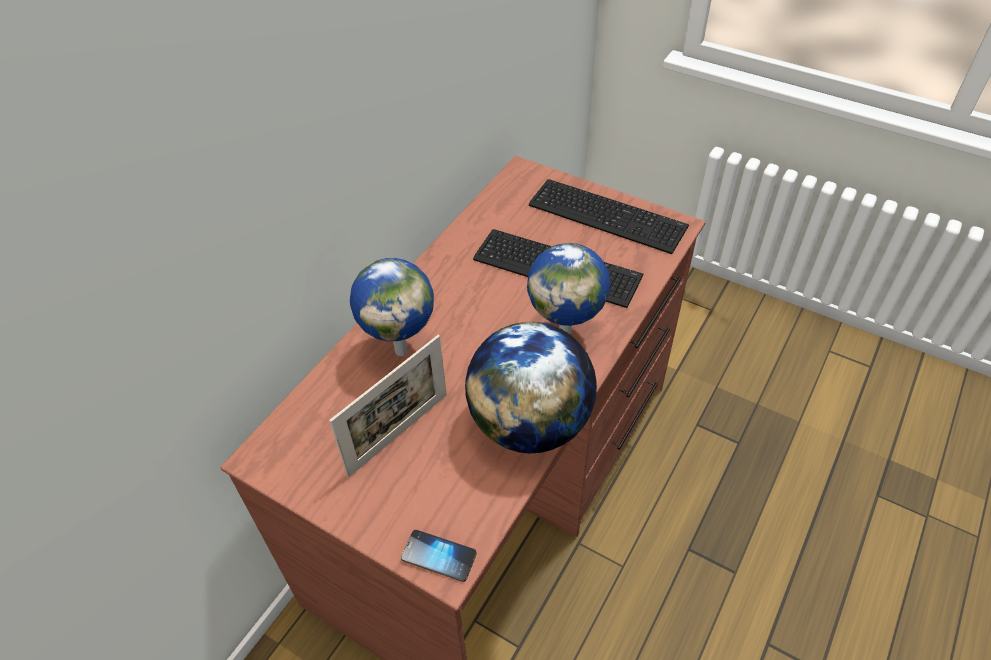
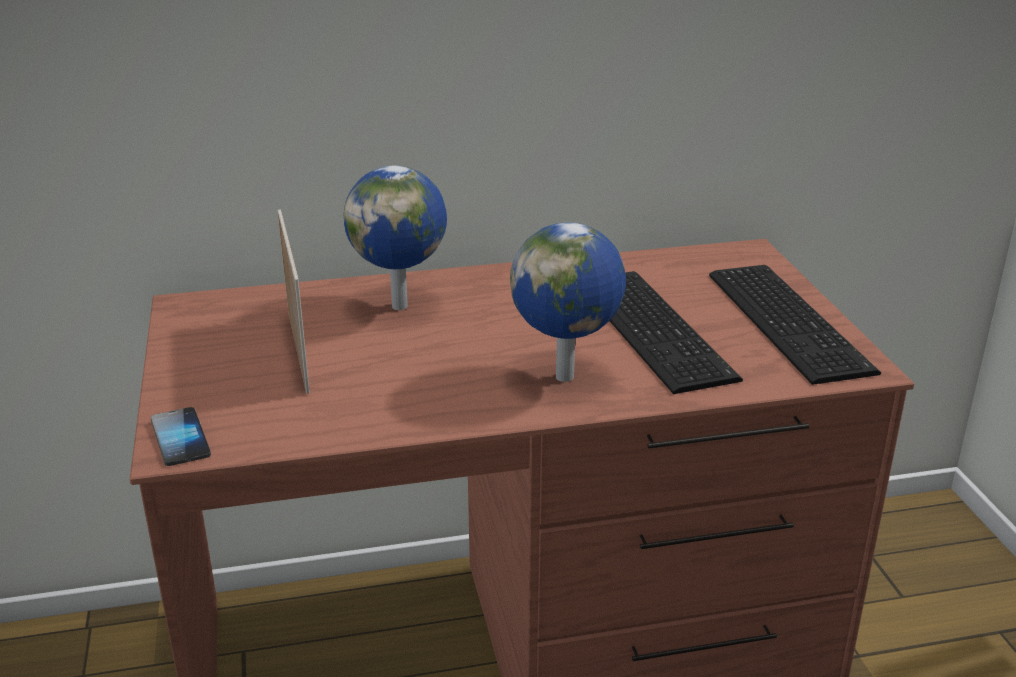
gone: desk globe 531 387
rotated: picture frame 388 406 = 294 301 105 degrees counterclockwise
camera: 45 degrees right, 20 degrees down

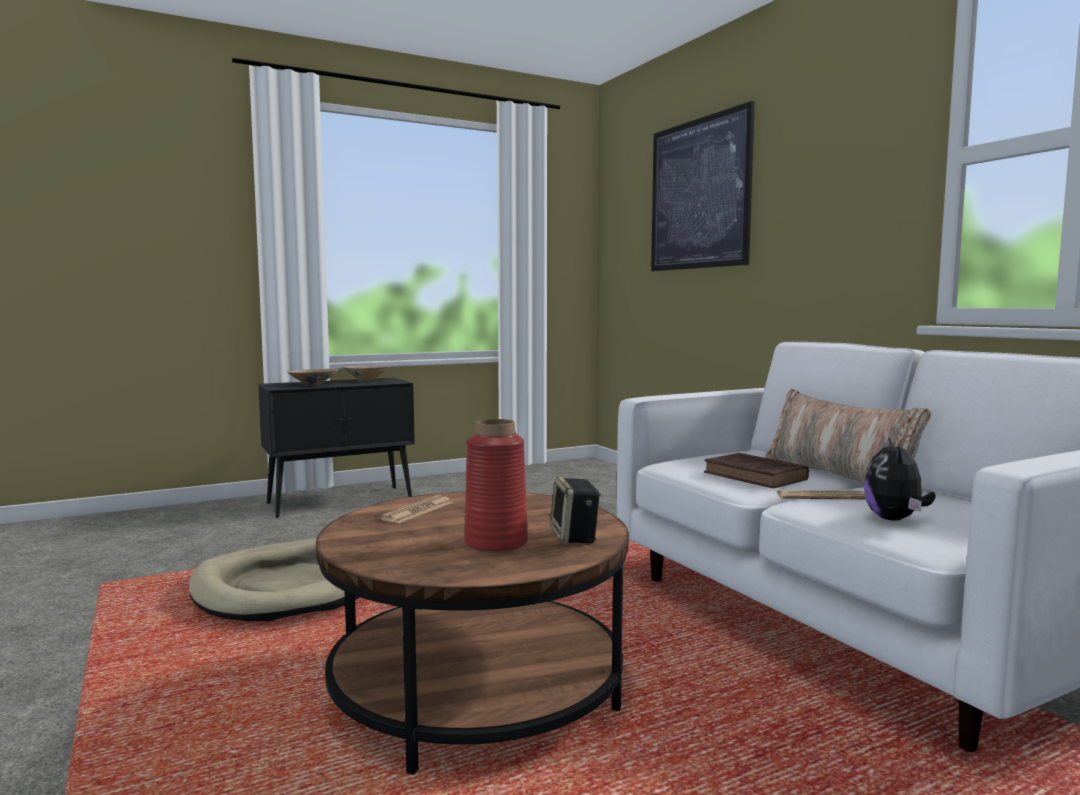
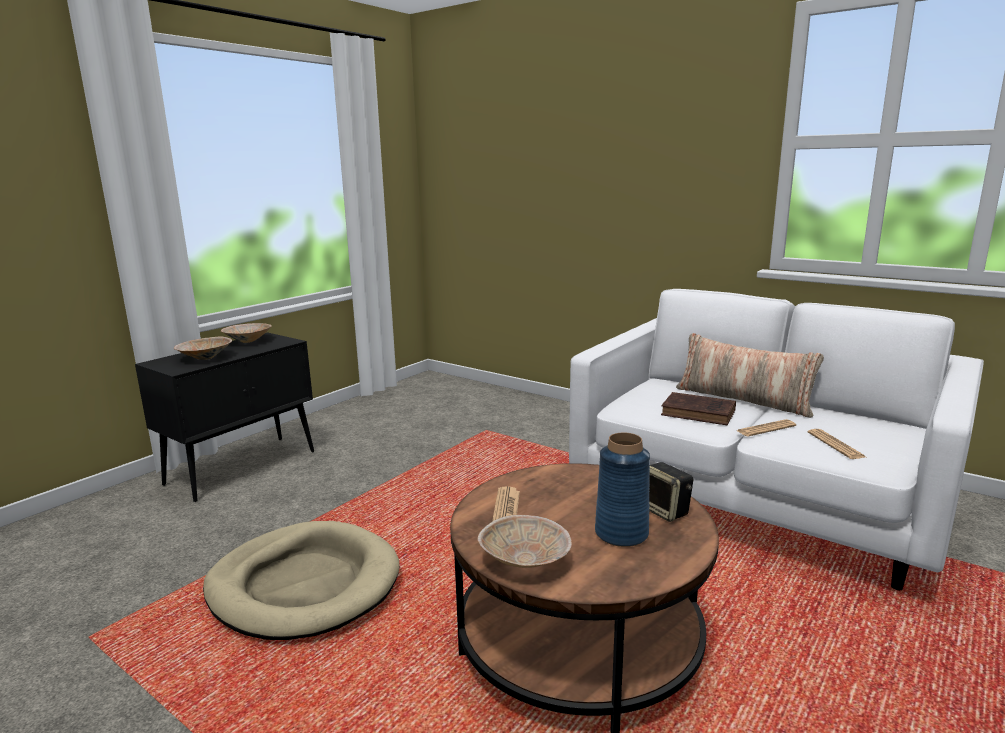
gone: wall art 703 186
new: sand-coloured deep dish 525 541
swapped: soft toy 900 478 to newspaper 837 444
repainted: reddish vase 496 486 to blue vase 622 490
camera: 25 degrees left, 10 degrees up

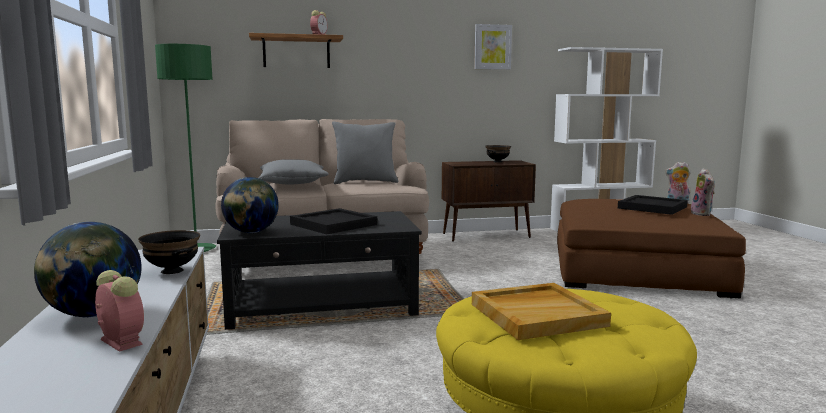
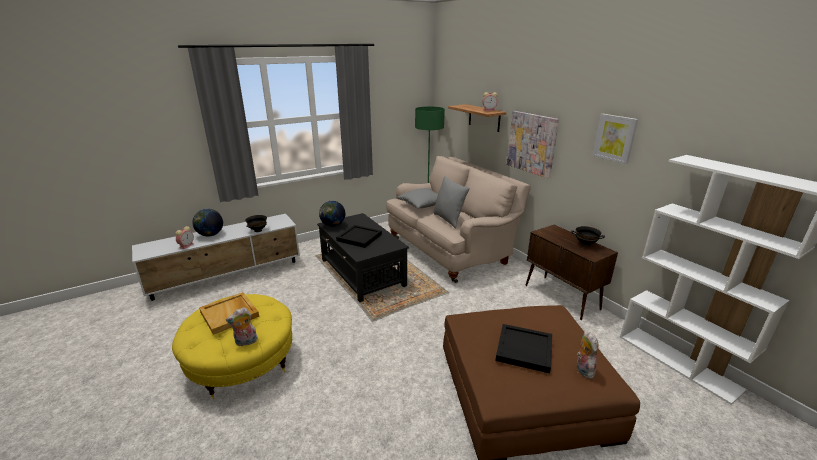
new: wall art 533 144
shifted: soft toy 703 192 to 242 326
camera: 70 degrees right, 15 degrees up

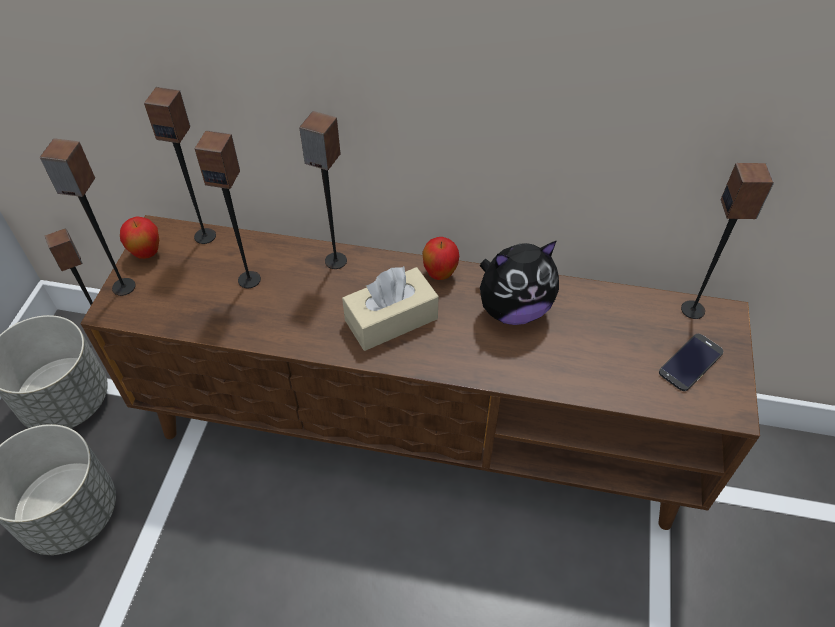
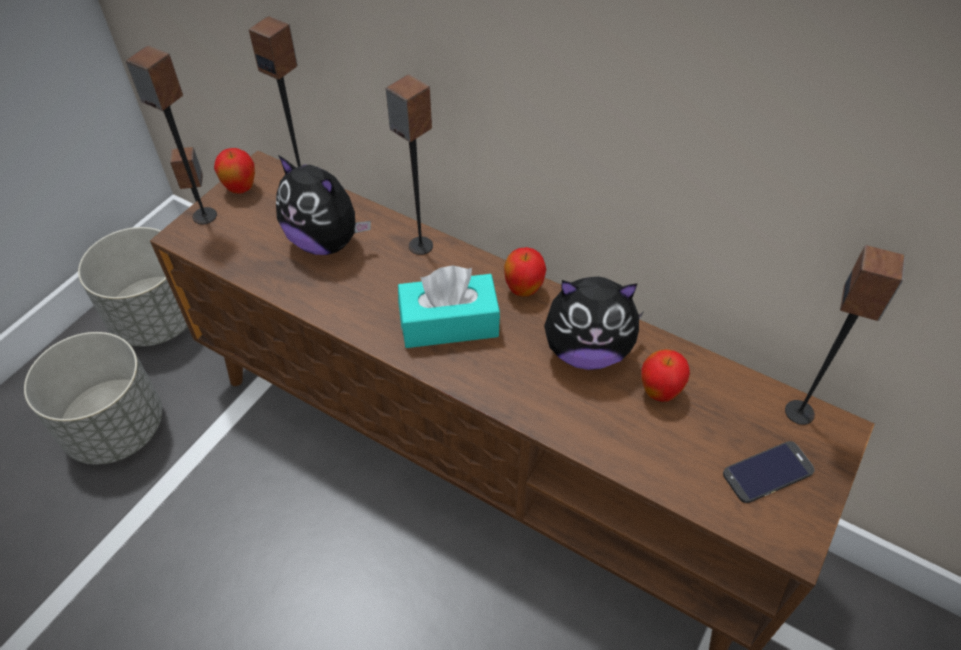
new: apple fruit 665 375
swapped: audio speaker 228 209 to soft toy 323 205
repainted: sand-coloured tissue box 390 308 to turquoise-coloured tissue box 449 307
camera: 20 degrees right, 0 degrees up

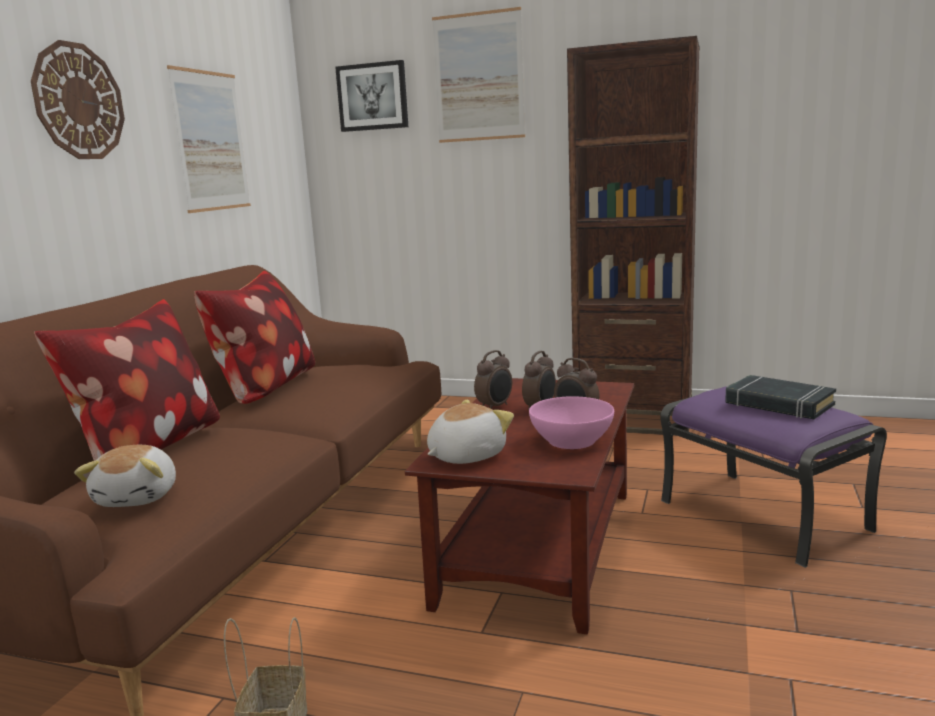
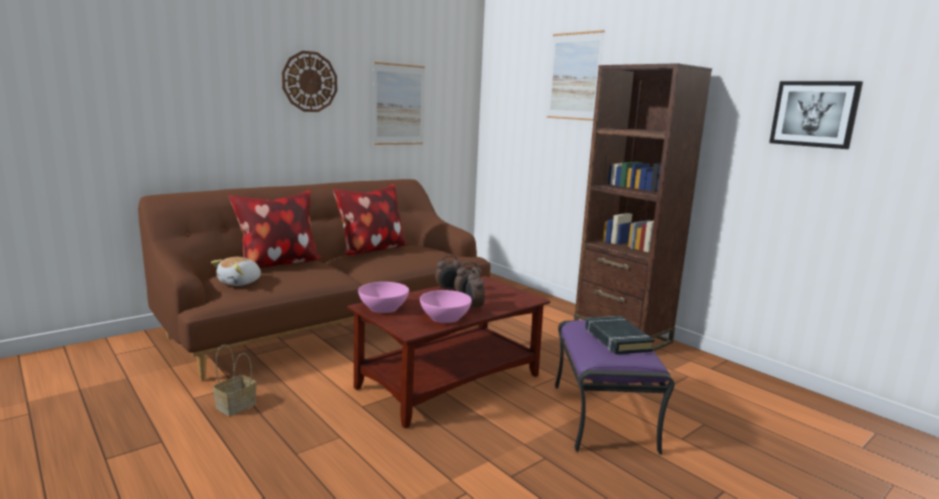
shifted: wall art 371 96 to 816 115
swapped: soft toy 470 432 to pinkish deep dish 383 297
camera: 30 degrees right, 0 degrees up

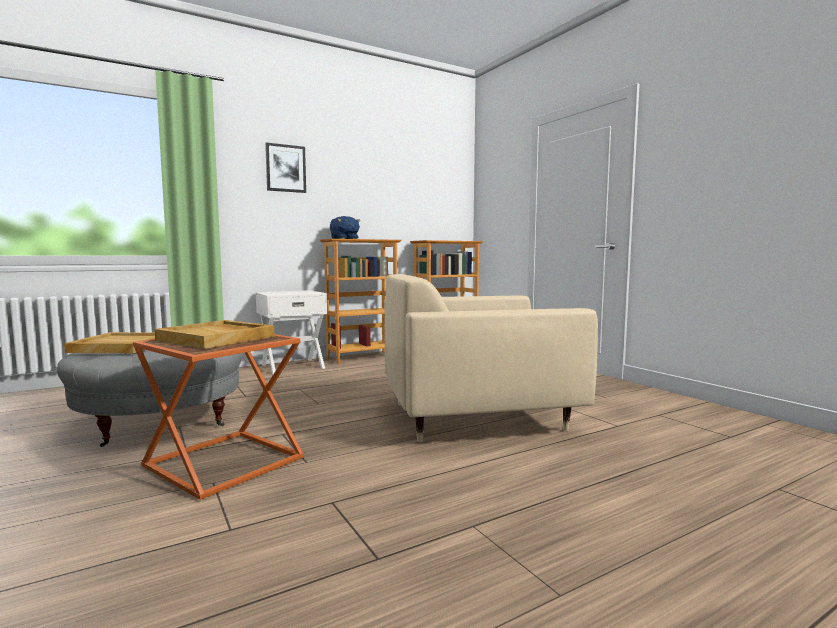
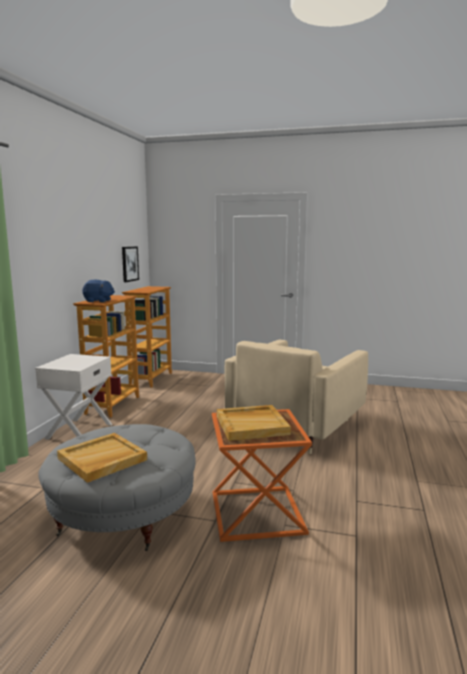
shifted: wall art 285 167 to 130 264
camera: 45 degrees left, 5 degrees up

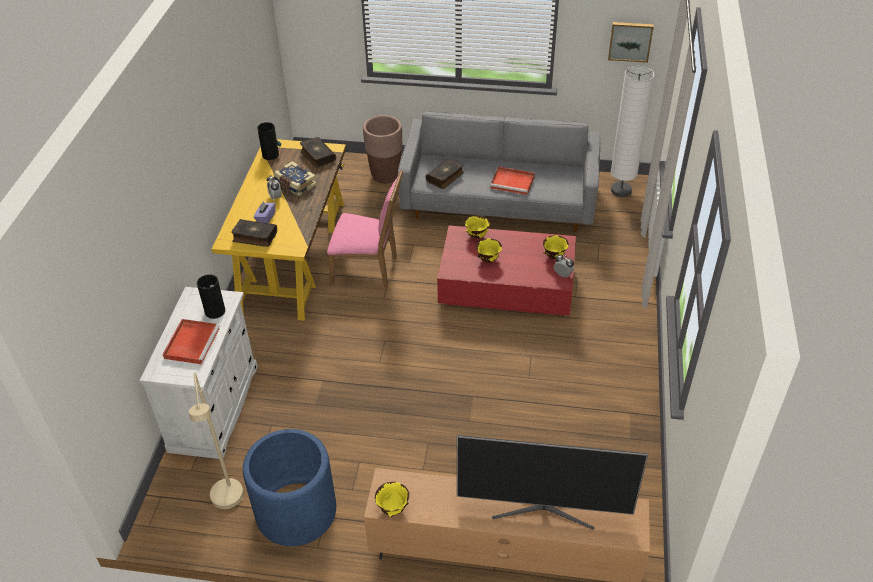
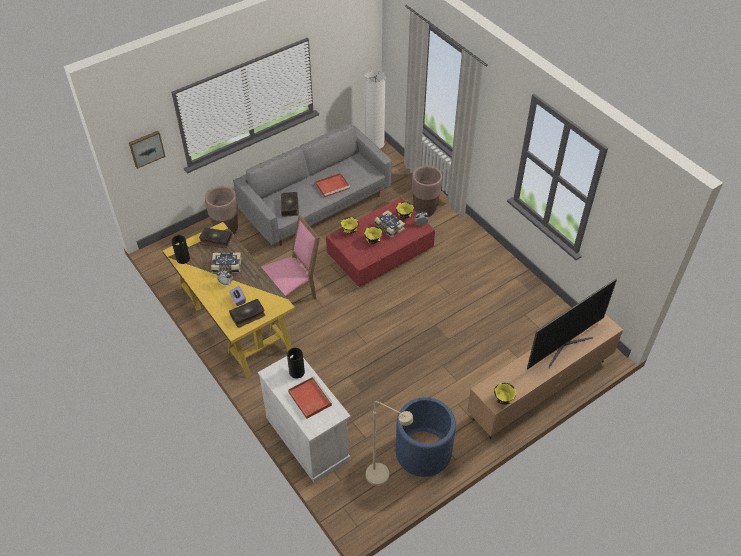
new: bound book 389 224; brown-coloured plant pot 427 191
shifted: wall art 631 42 to 147 150
camera: 45 degrees left, 5 degrees up

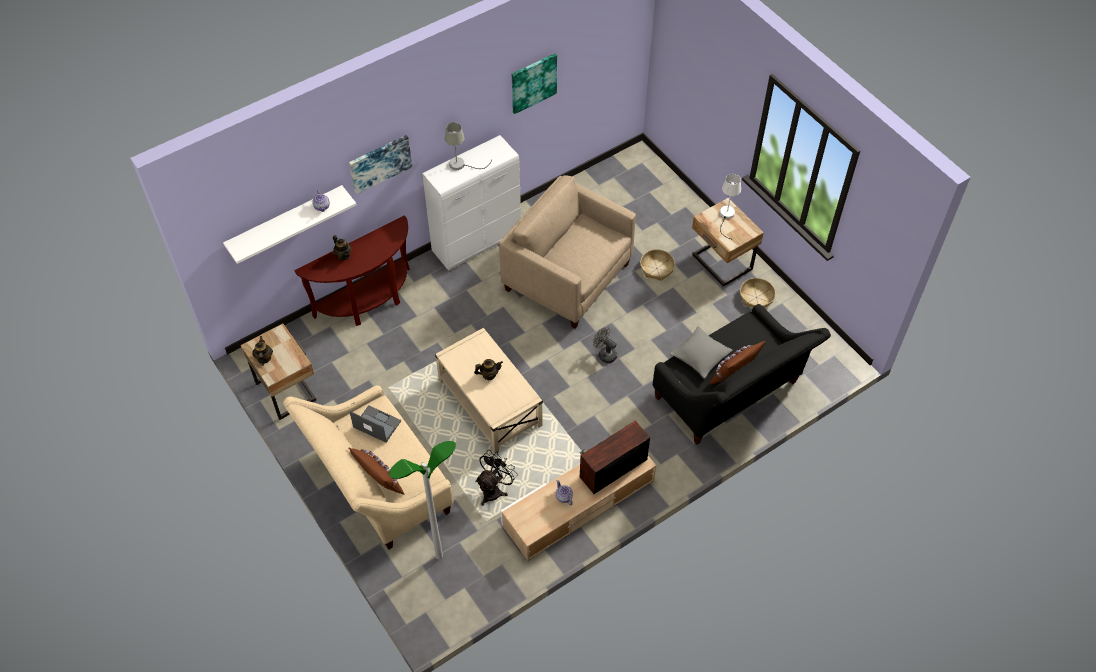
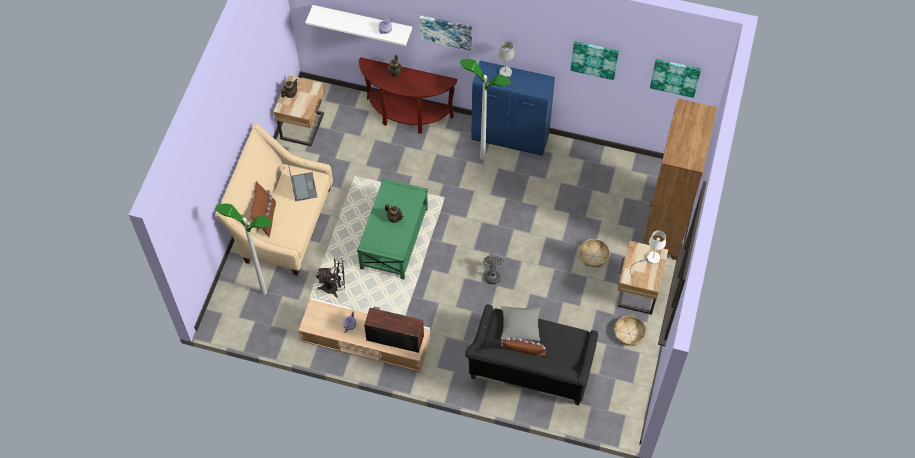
gone: sand-coloured armchair 567 252
new: standard lamp 485 109; brown-coloured bookshelf 679 179; wall art 675 78
repainted: whitish storage cabinet 471 203 to blue storage cabinet 513 108; sand-coloured low table 489 390 to greenish low table 392 228
camera: 50 degrees right, 5 degrees up

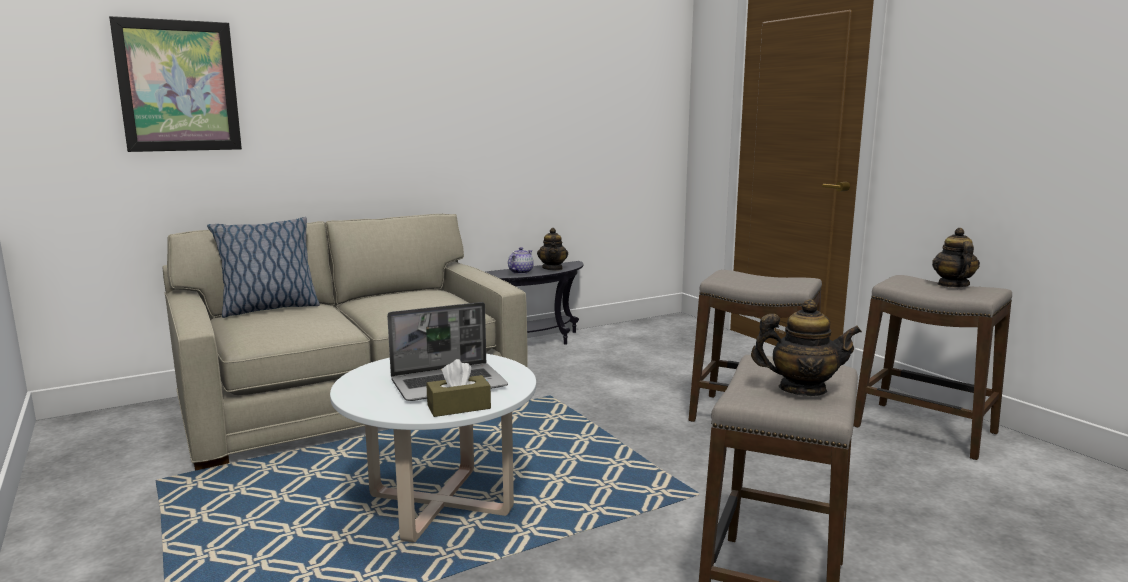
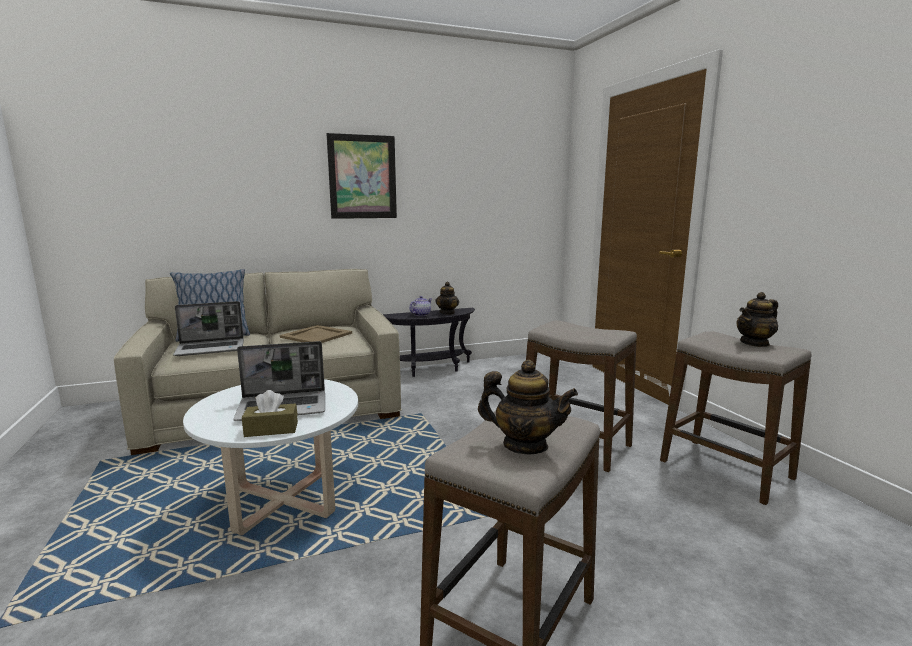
new: notebook computer 208 328; sand-coloured serving tray 316 334
shifted: wall art 175 84 to 361 176
rotated: tea pot 956 257 = 757 319 135 degrees counterclockwise
camera: 10 degrees right, 0 degrees up

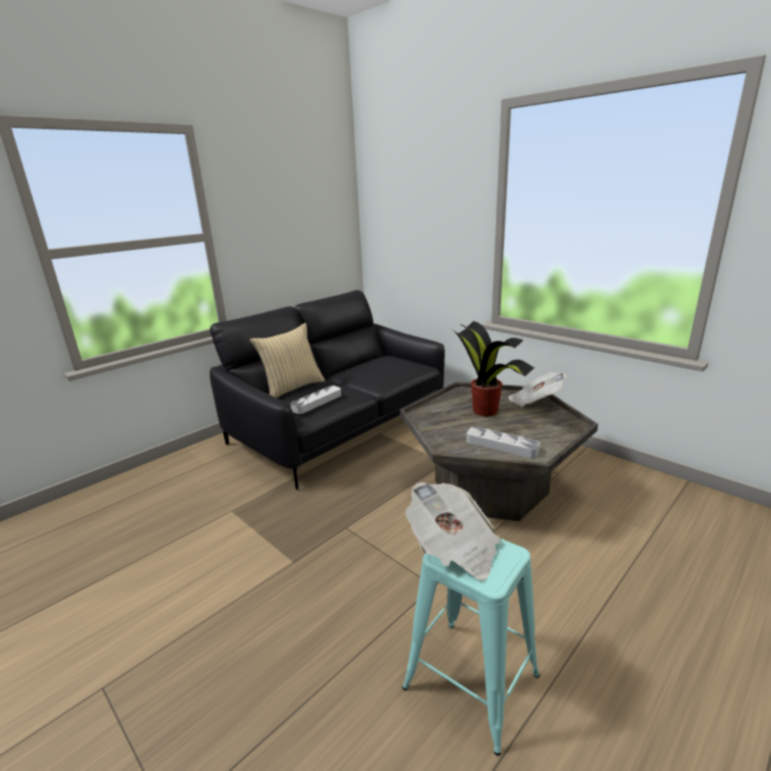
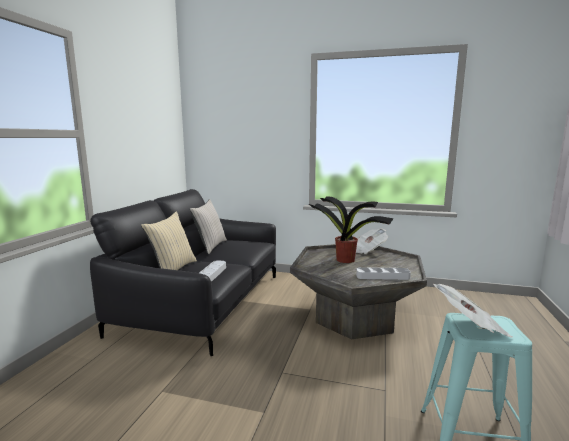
new: sand-coloured pillow 208 226
camera: 30 degrees left, 10 degrees down

